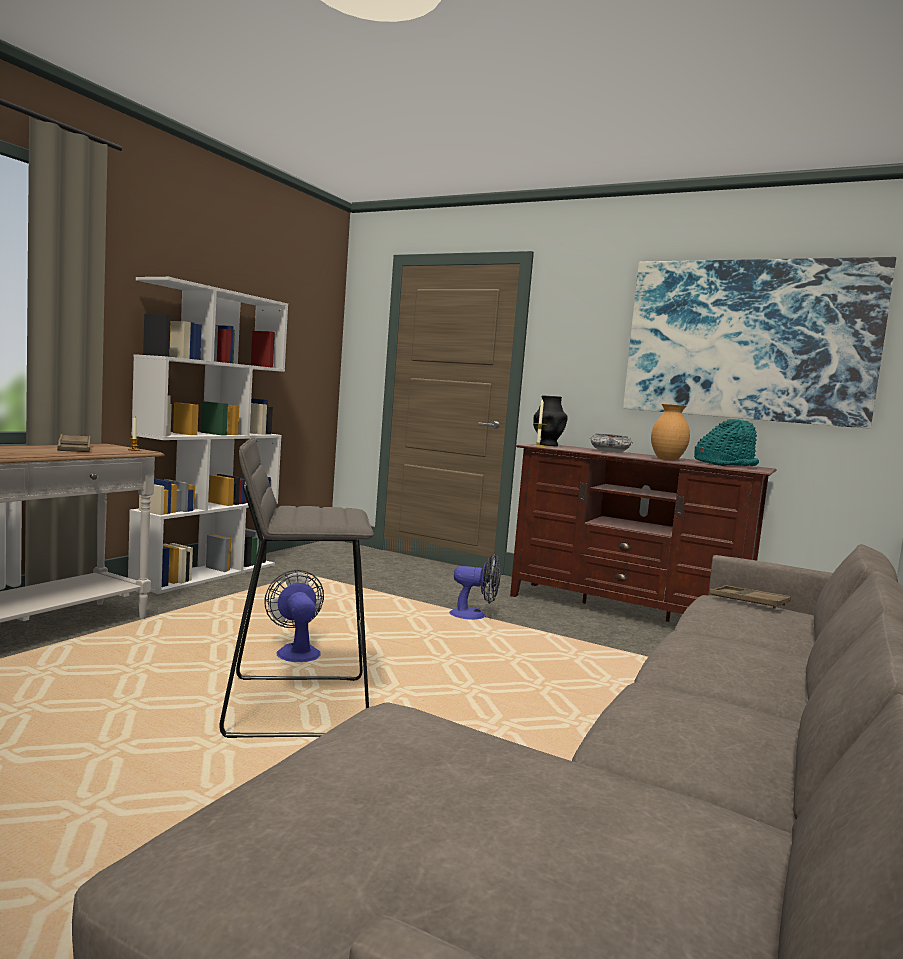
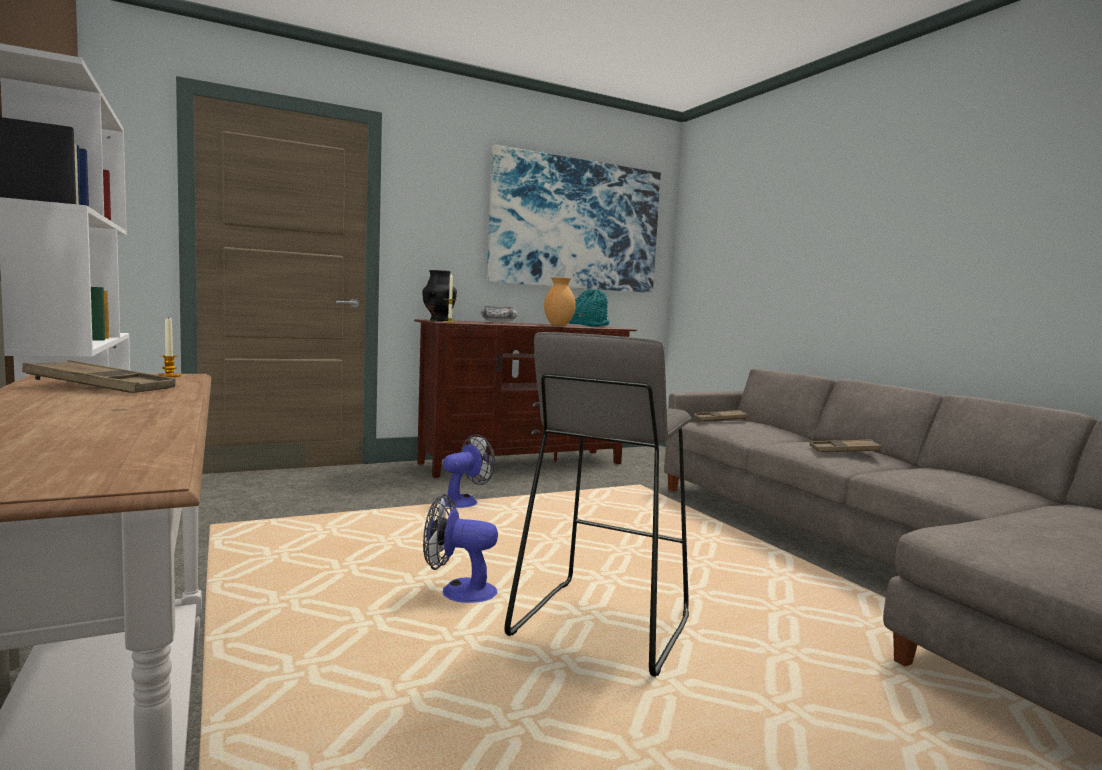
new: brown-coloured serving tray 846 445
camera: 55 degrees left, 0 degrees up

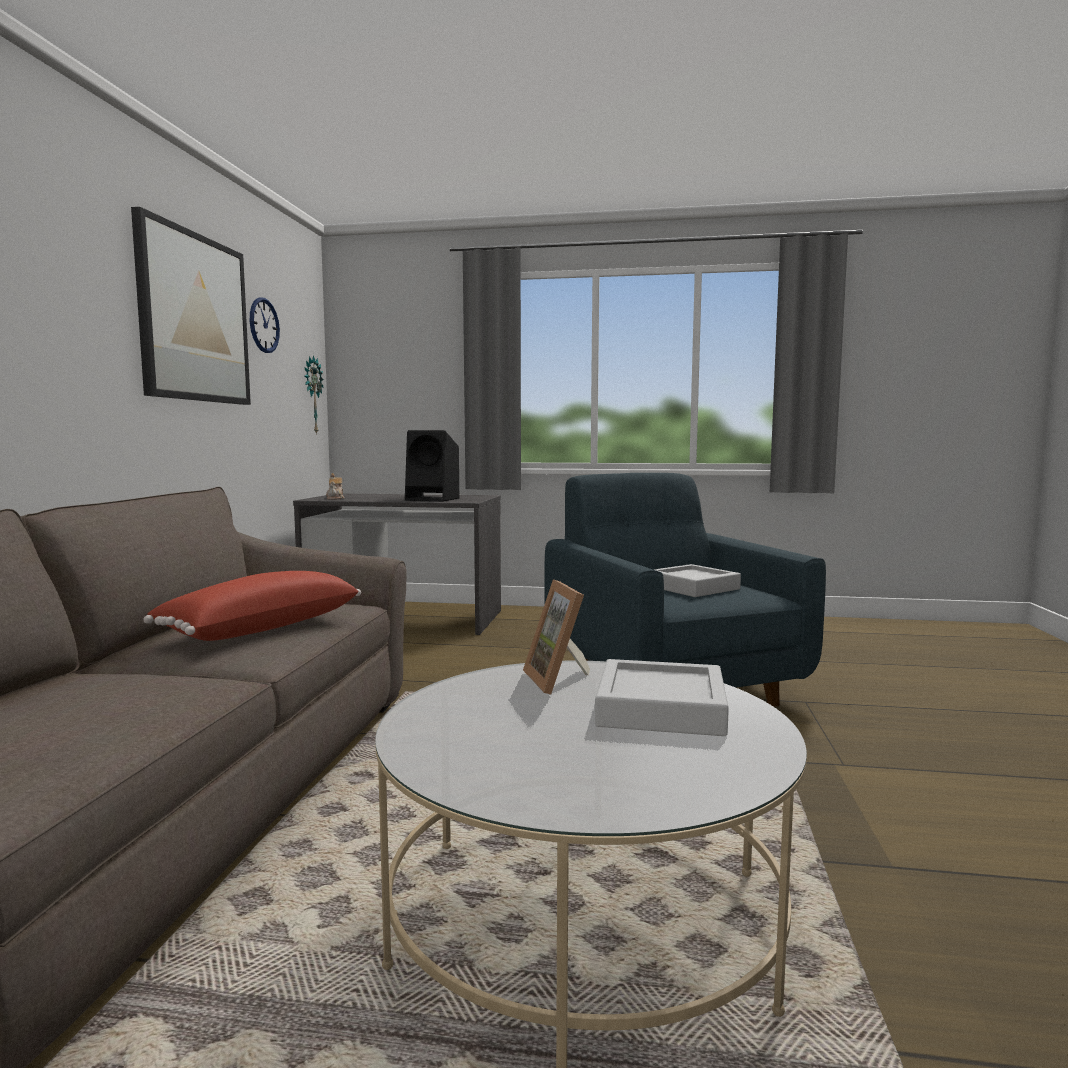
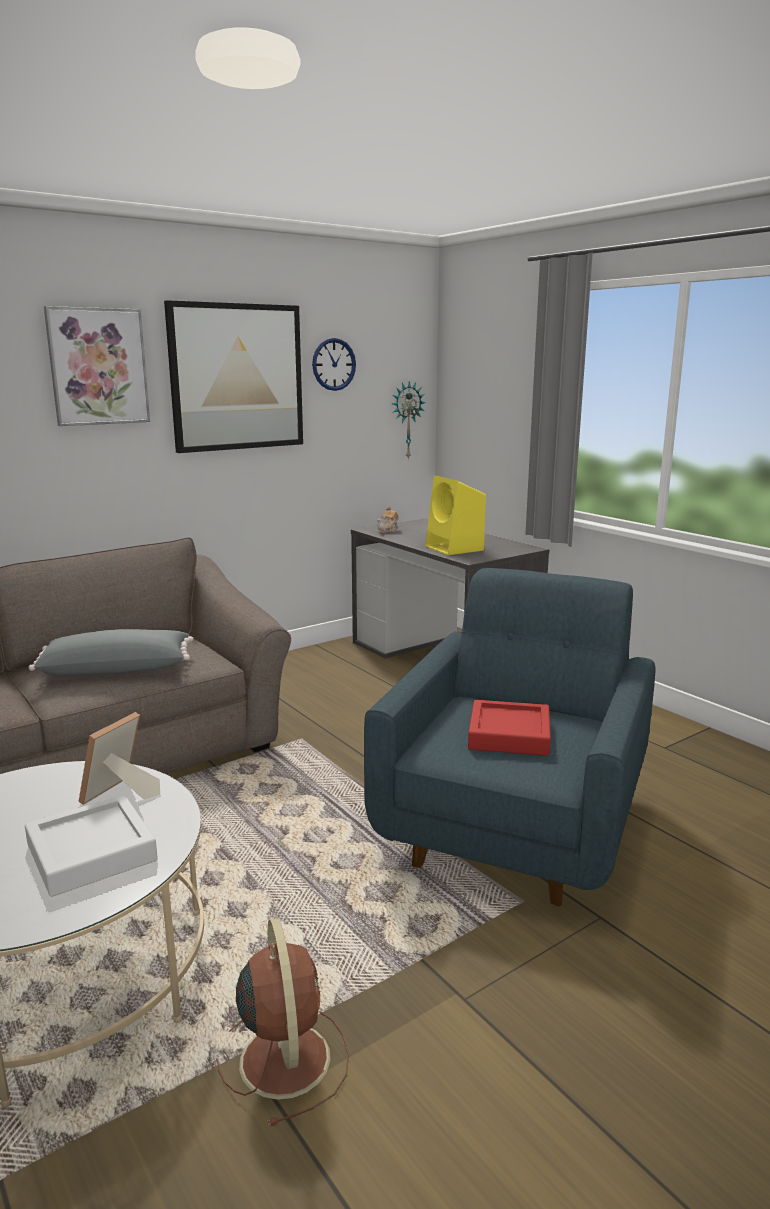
new: wall art 97 366; brown-coloured cooling fan 283 1022
repainted: reddish pillow 252 606 to gray pillow 111 652; black audio speaker 432 466 to yellow audio speaker 455 515; gray serving tray 697 580 to reddish serving tray 509 728
camera: 45 degrees right, 10 degrees up

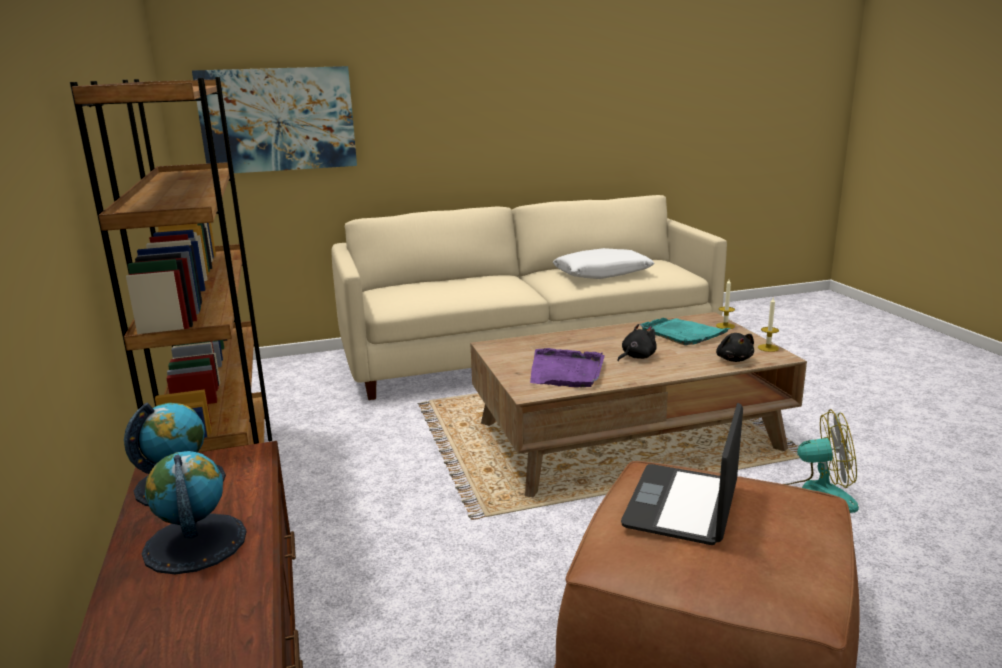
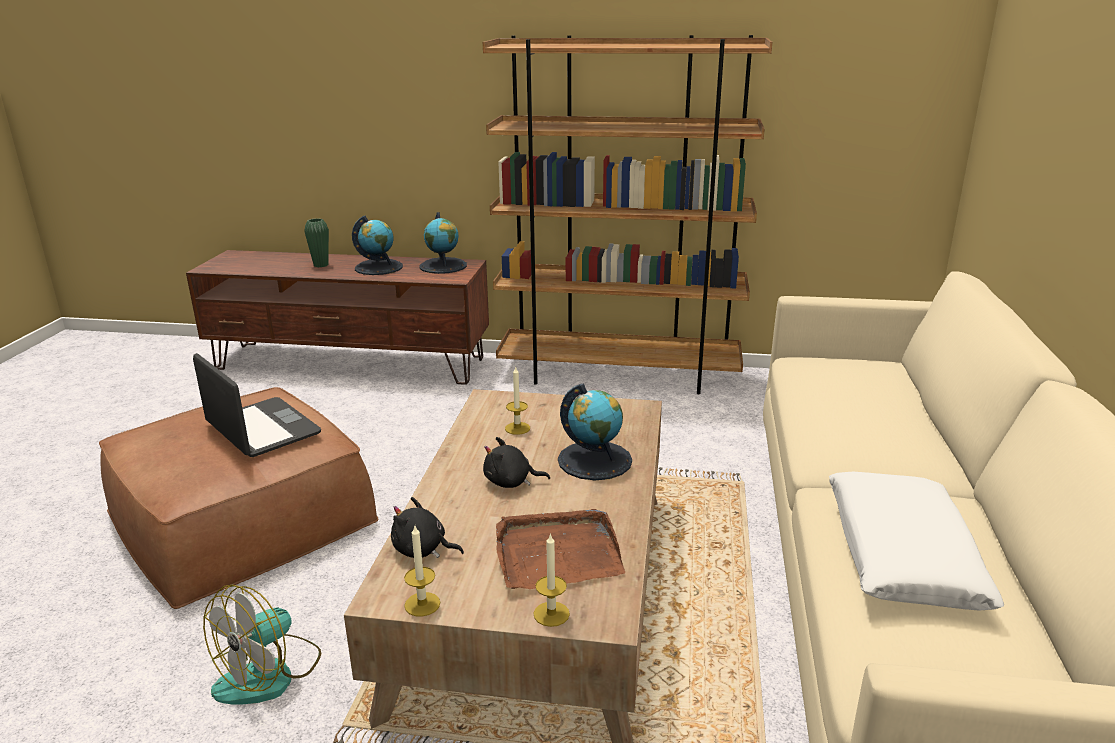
gone: wall art 274 119
new: greenish vase 316 242; desk globe 595 432
swapped: purplish serving tray 567 367 to wax candle 517 400
repainted: turquoise-coloured serving tray 685 331 to brown-coloured serving tray 560 549
rotated: black soft toy 637 342 = 516 462 105 degrees clockwise
camera: 115 degrees right, 5 degrees up

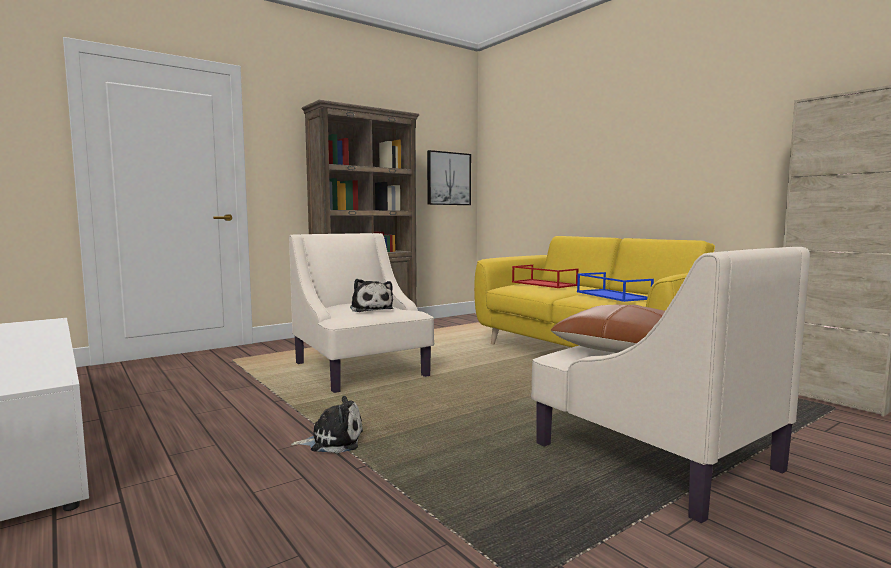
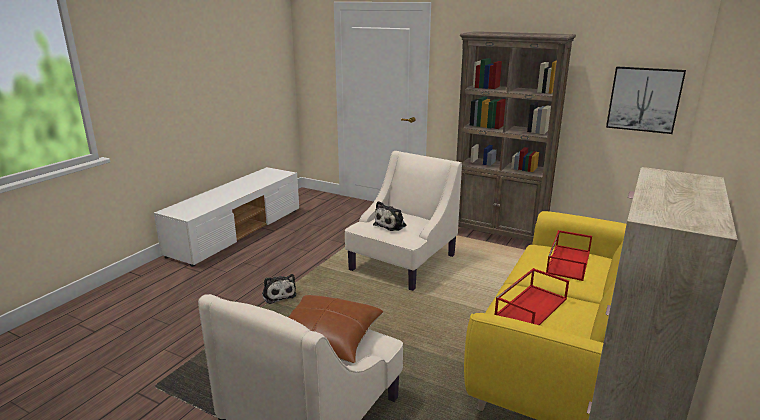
repainted: blue serving tray 615 287 to reddish serving tray 532 297
camera: 65 degrees right, 15 degrees up

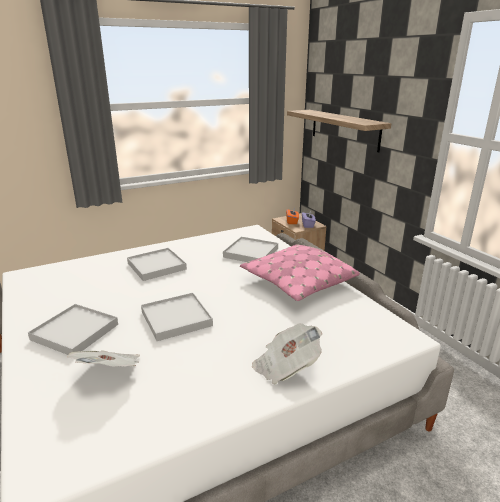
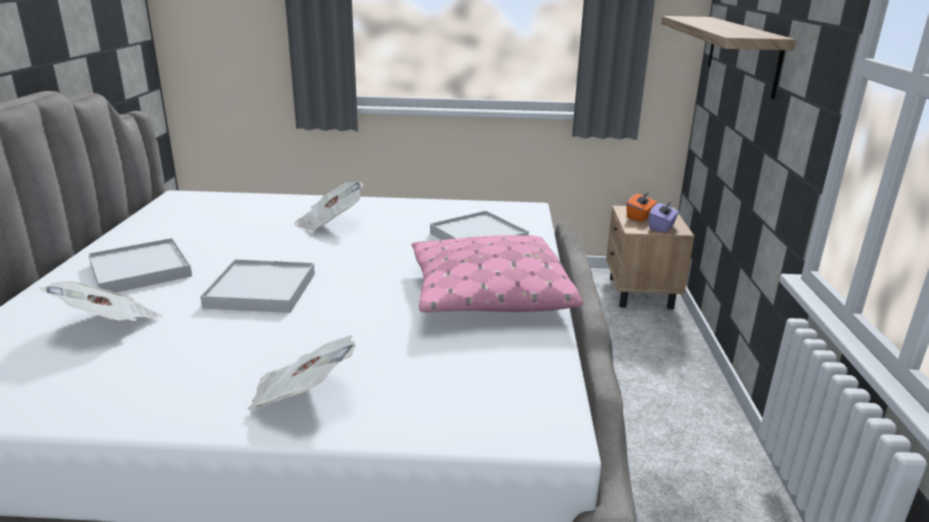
swapped: whitish serving tray 157 264 to newspaper 329 206
camera: 30 degrees right, 0 degrees up

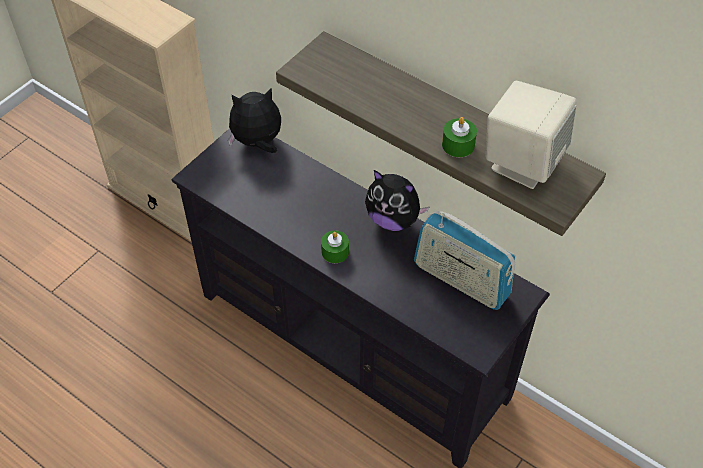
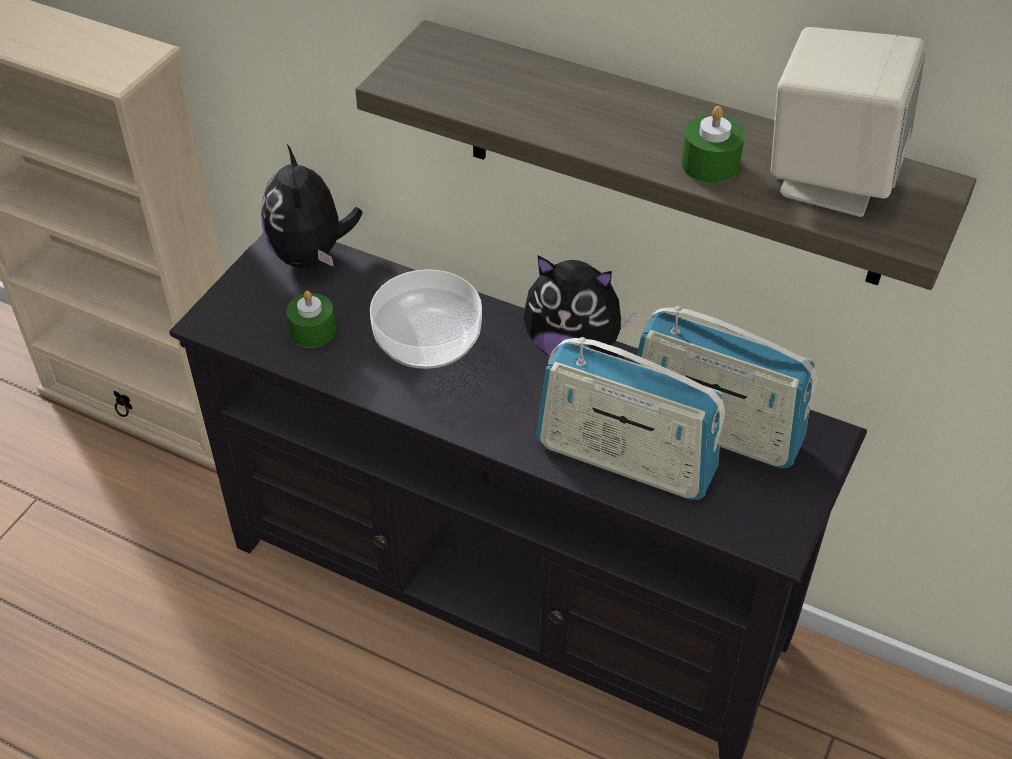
new: deep dish 426 319; radio receiver 630 418
shifted: greenish wax candle 335 246 to 311 319
rotated: soft toy 254 120 = 311 206 75 degrees counterclockwise
camera: 10 degrees left, 5 degrees down

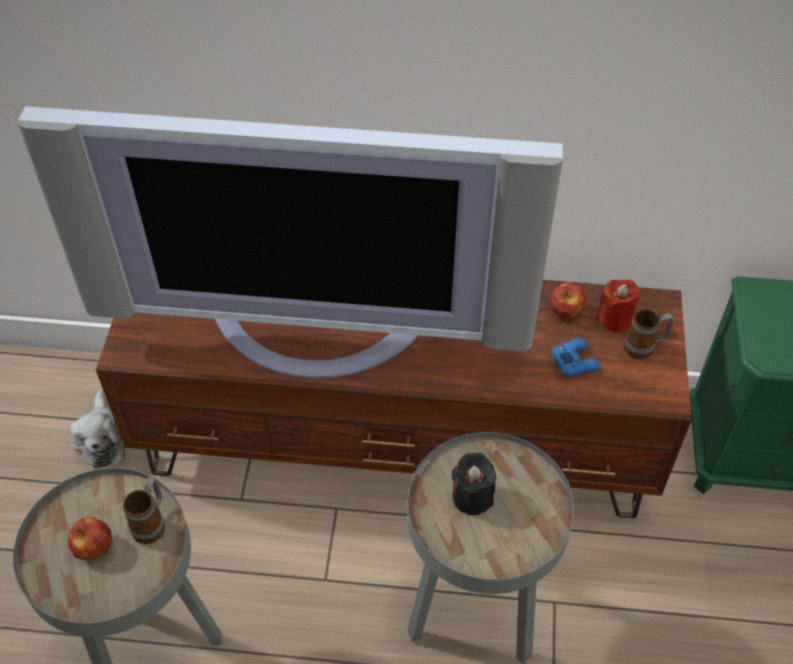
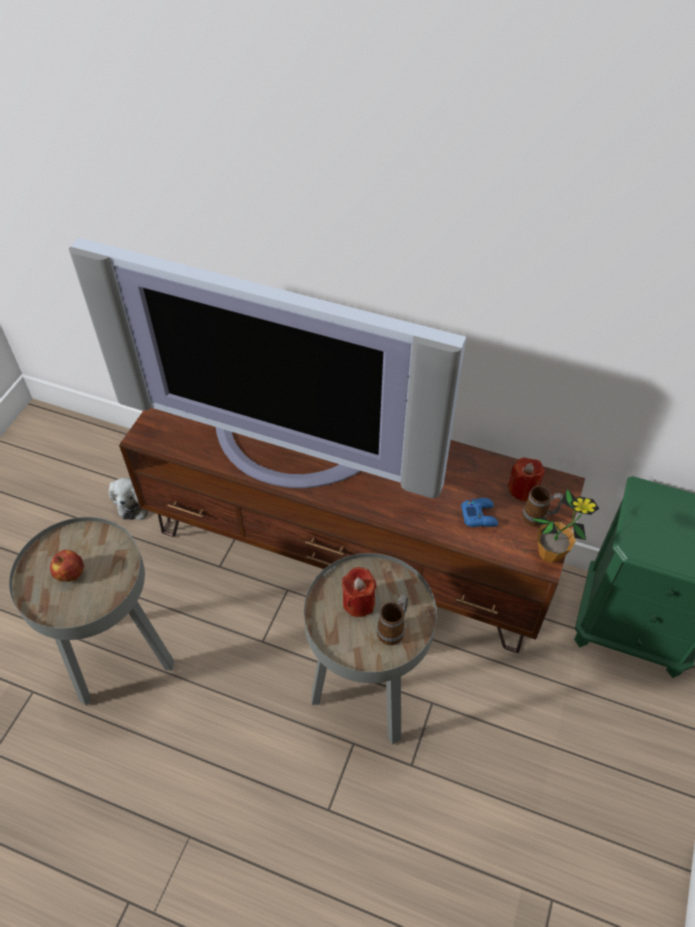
gone: apple fruit 568 300
new: potted plant 565 525
shifted: tea mug 144 510 to 392 619
repainted: black wax candle 474 484 to reddish wax candle 359 592
camera: 15 degrees right, 0 degrees up

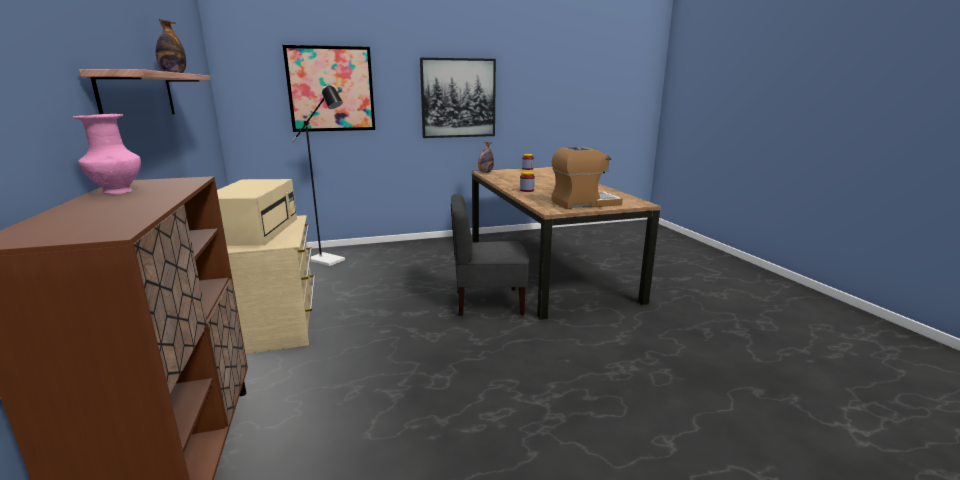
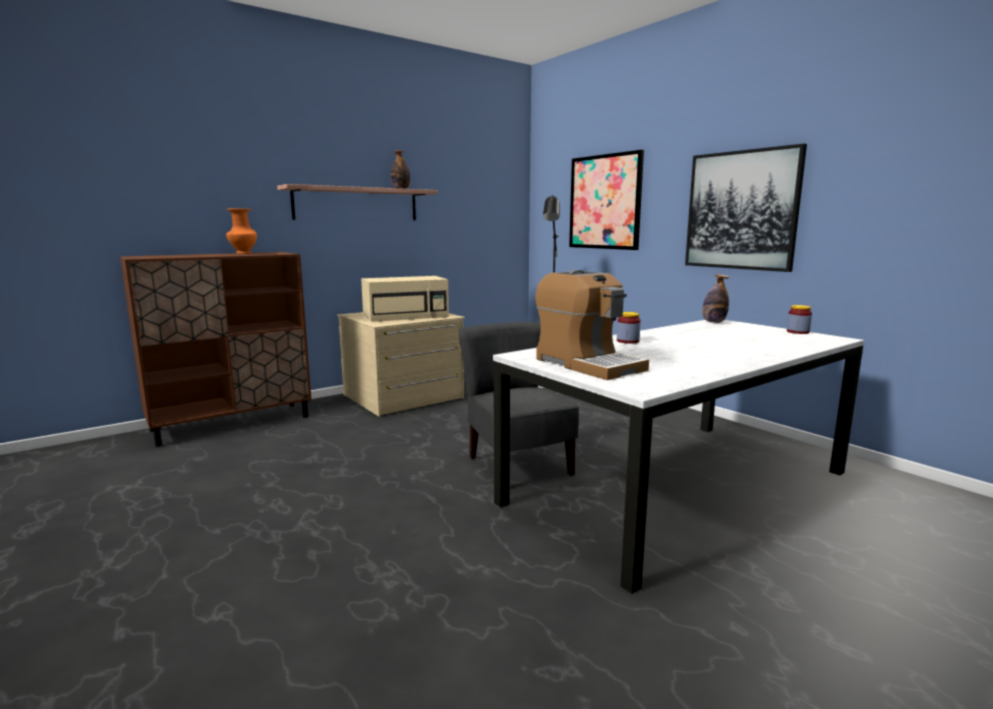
repainted: pinkish vase 107 154 to orangey vase 241 231; brown-coloured dinner table 566 243 to whitish dinner table 679 457
camera: 70 degrees right, 5 degrees down

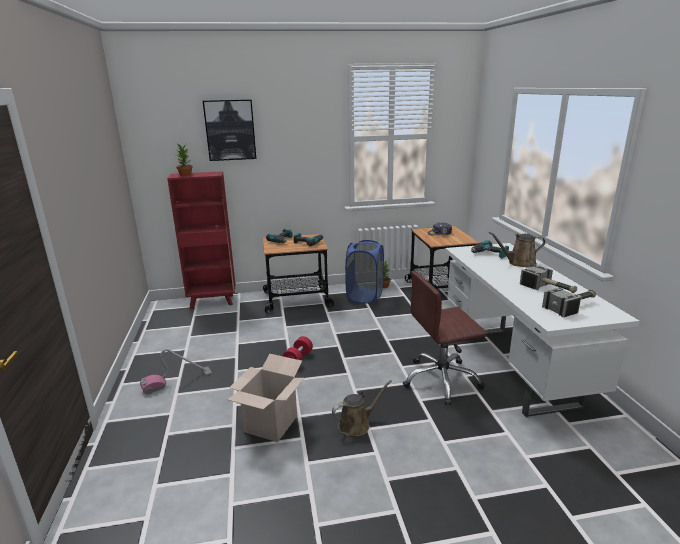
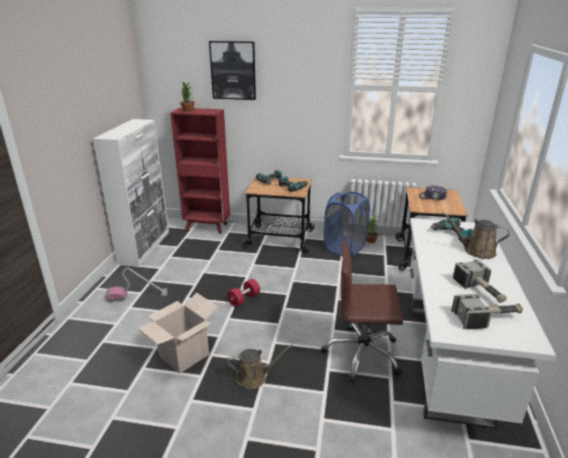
new: whitish storage cabinet 131 192
camera: 20 degrees right, 5 degrees up

